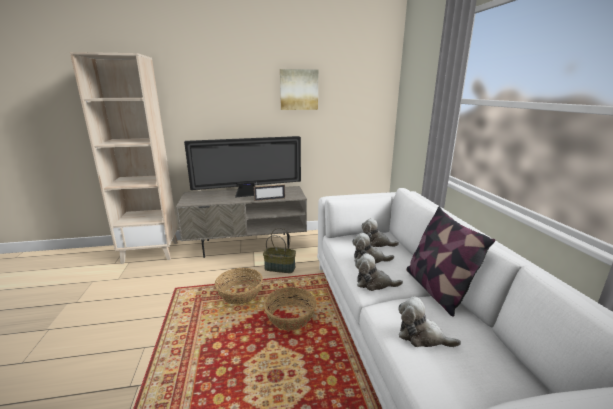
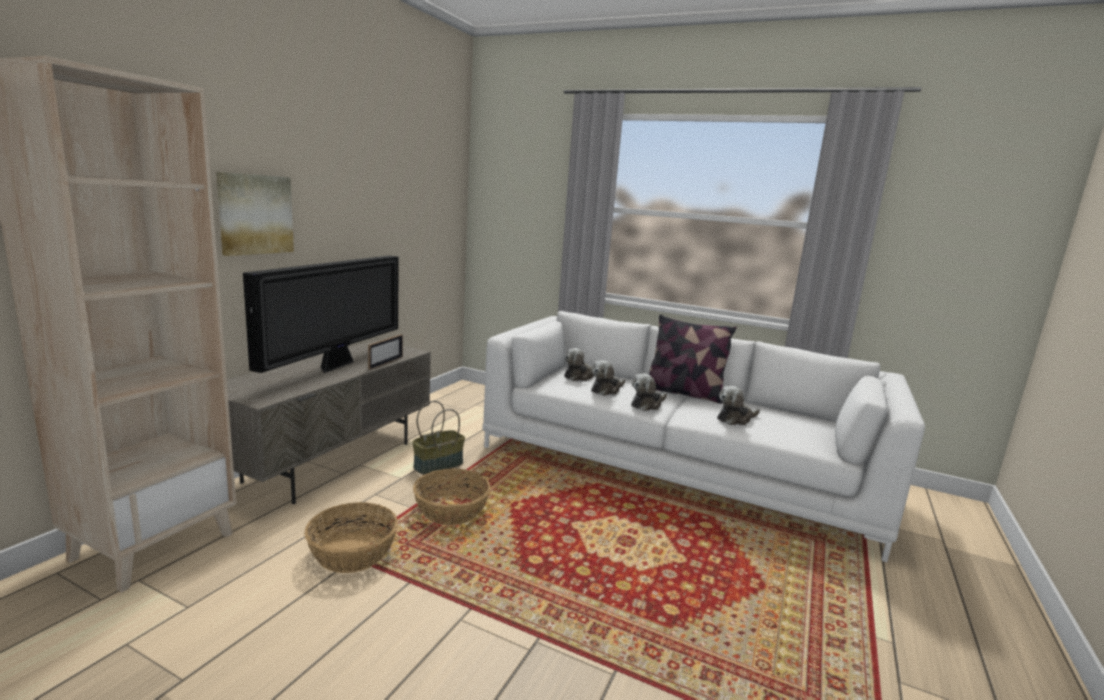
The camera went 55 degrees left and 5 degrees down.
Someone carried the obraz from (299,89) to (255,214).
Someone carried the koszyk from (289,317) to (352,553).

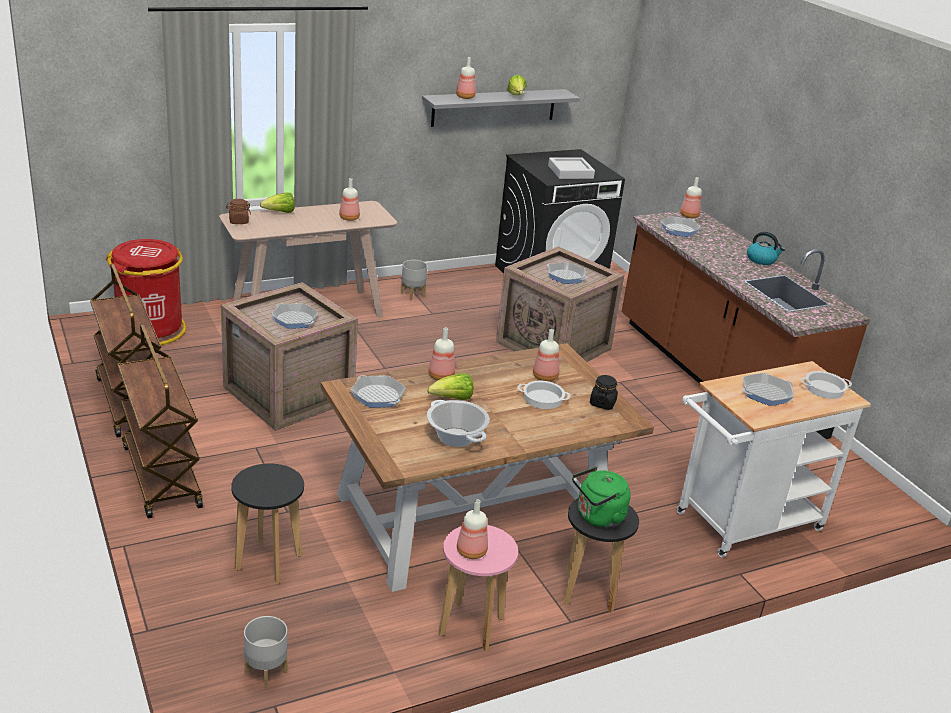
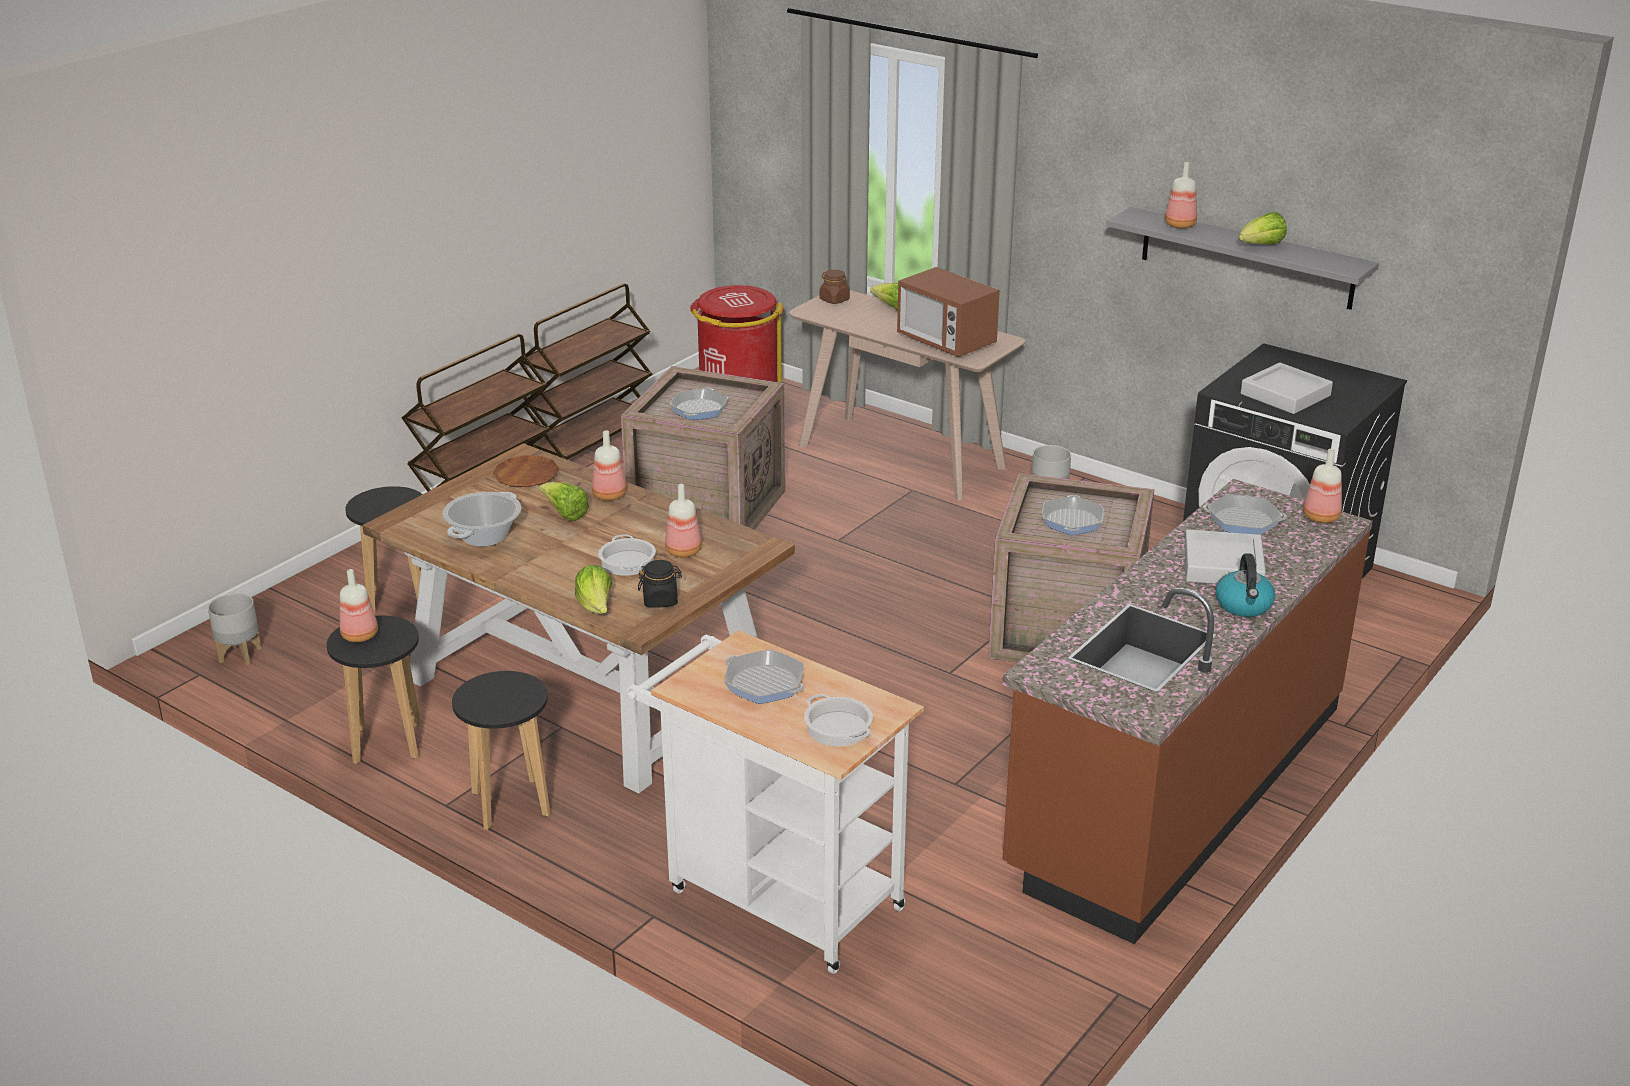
The camera went 65 degrees right and 0 degrees up.
Someone repainted the stołek (różowy) at (471,627), which became the stołek (czarny) at (387,743).
Someone swapped the patelnia at (378,396) for the talerz (brązowy) at (526,476).
Someone put down the sałata at (596,607).
Someone swapped the butelka at (349,218) for the mikrofalówka at (946,342).
Someone put down the taca (szary) at (1223,566).
Someone took away the czajnik (zielony) at (597,517).

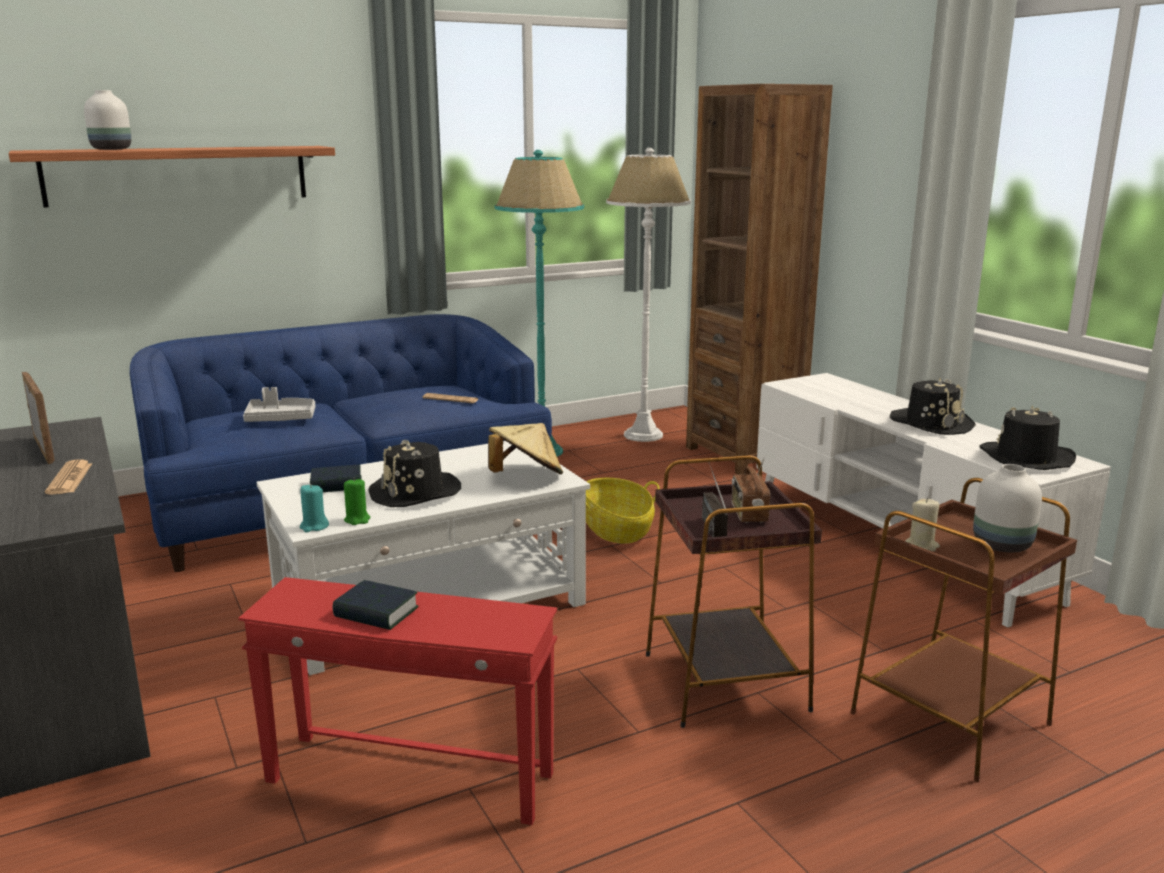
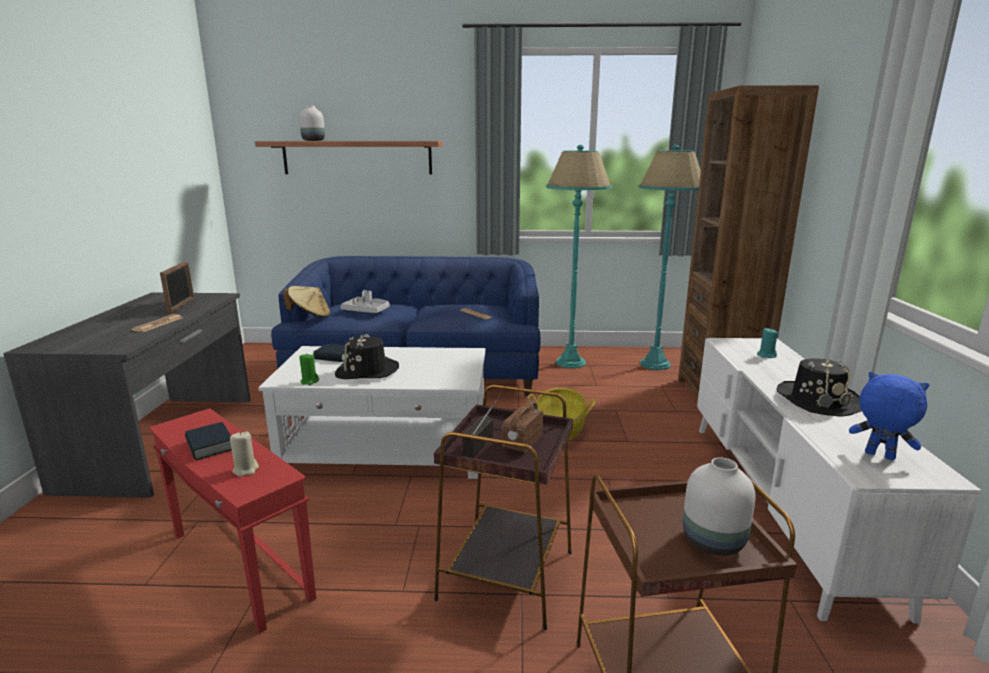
The camera went 30 degrees right and 0 degrees up.
Someone carried the świeca (beżowy) from (922,545) to (246,469).
Someone carried the kapelusz (beżowy) from (525,476) to (310,316).
Someone repainted the lampa stojąca (biały) at (643,435), which became the lampa stojąca (turkusowy) at (655,364).
Someone carried the świeca (turkusowy) from (314,527) to (766,355).
Someone swapped the kapelusz (czarny) at (1025,458) for the pluszak (niebieski) at (878,456).

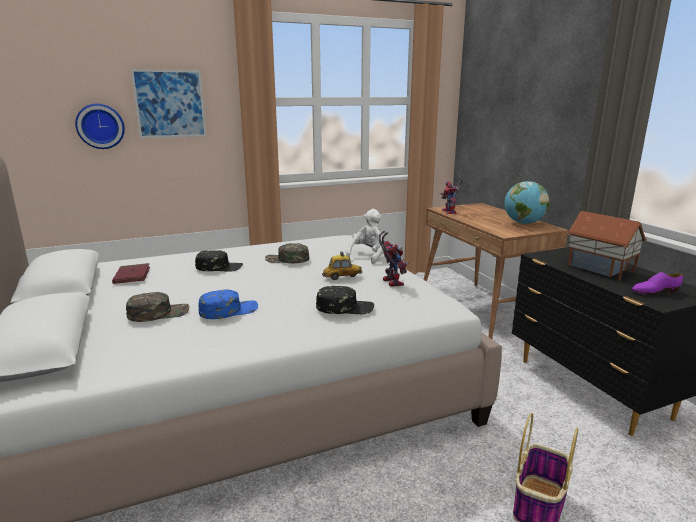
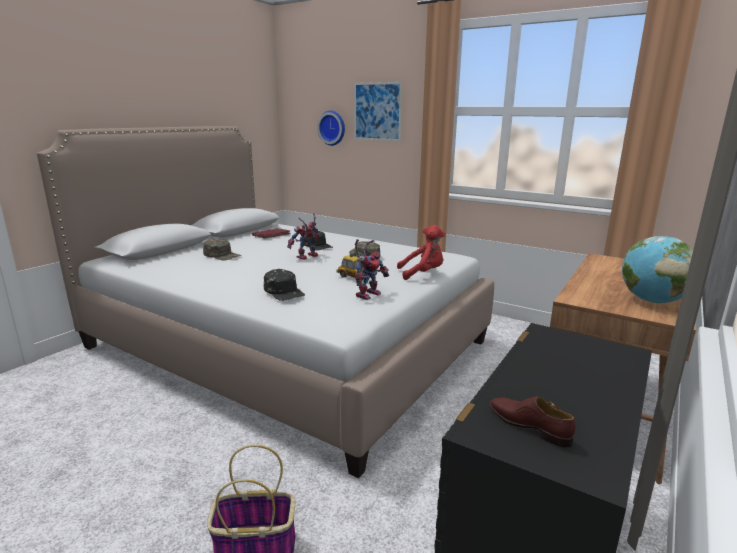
The camera went 55 degrees right and 0 degrees up.
Someone carried the robot zabawkowy from (451,212) to (306,257).
Someone repainted the pluszak (biały) at (368,256), which became the pluszak (czerwony) at (422,274).
Someone repainted the but (fioletowy) at (654,292), which became the but (brązowy) at (528,426).
Someone took away the czapka z daszkiem (niebieski) at (228,310).
Someone took away the domek at (599,269).

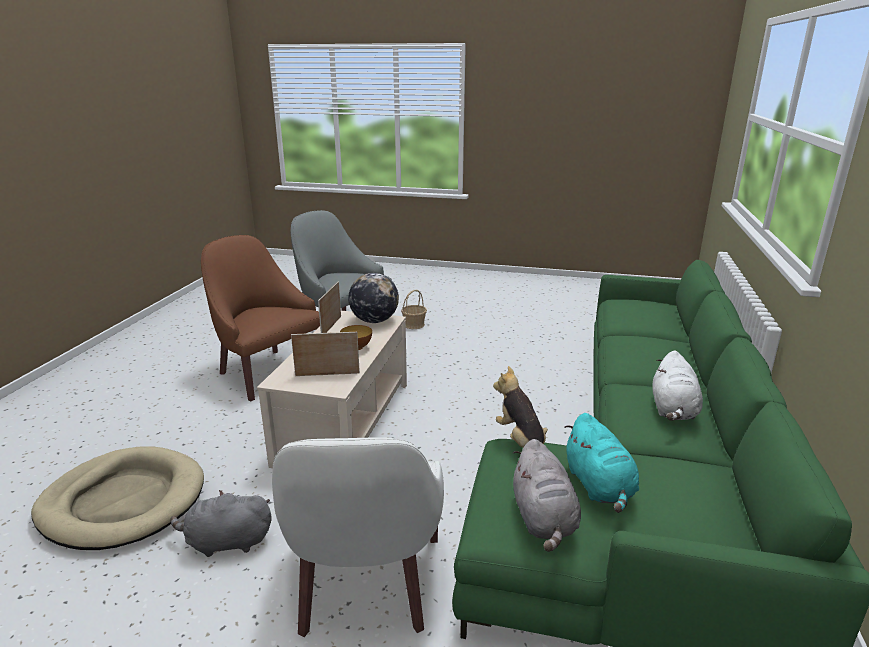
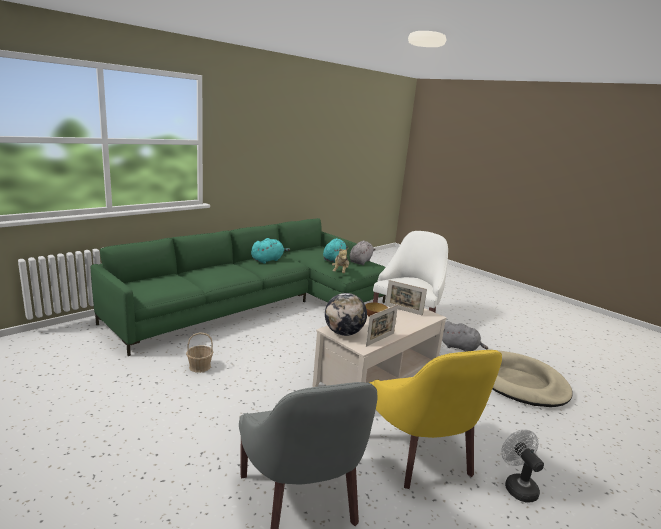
The camera went 150 degrees left and 5 degrees down.
Someone carried the koszyk from (414,325) to (199,366).
Someone repainted the pluszak (biały) at (673,410), which became the pluszak (turkusowy) at (268,260).
Someone repainted the fotel (brązowy) at (268,371), which became the fotel (żółty) at (421,455).
Someone put down the wentylator (biały) at (517,486).

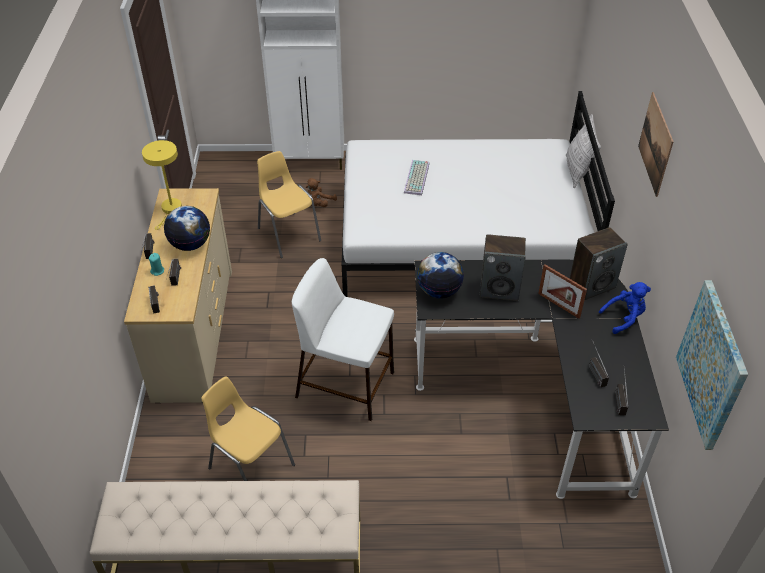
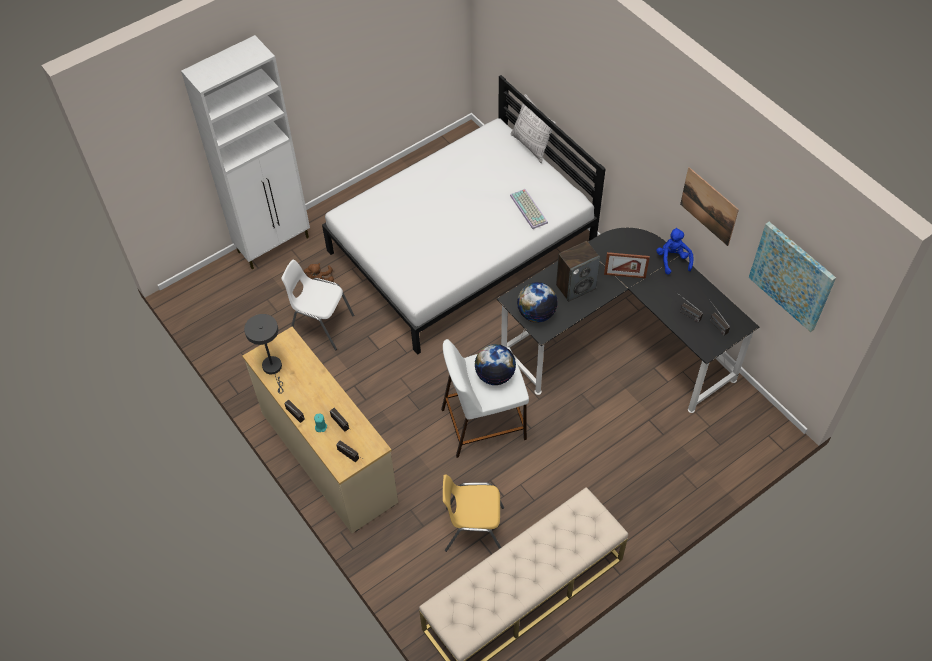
The camera went 35 degrees left and 10 degrees up.
Someone repainted the lampa stołowa (żółty) at (170,210), which became the lampa stołowa (szary) at (273,369).
Someone repainted the krzesło (żółty) at (288,234), which became the krzesło (biały) at (321,325).
Someone carried the globus from (190,244) to (495,375).
Someone carried the klawiatura from (417,178) to (529,209).
Someone rotated the pluszak (niebieski) at (624,318) by 45 degrees counterclockwise.
Someone carried the obraz from (655,144) to (709,206).
Someone took away the głośnik at (592,285).

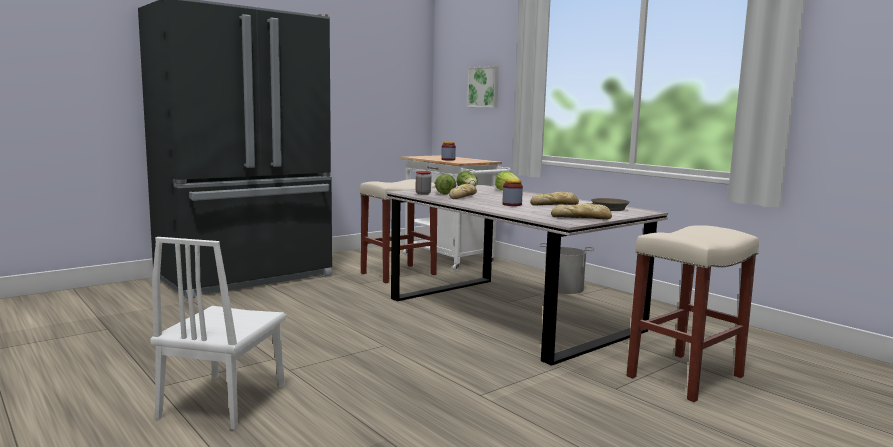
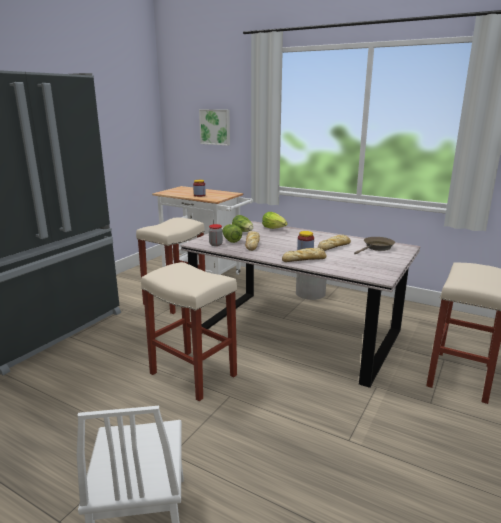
The camera went 20 degrees left and 10 degrees up.
Someone put down the stołek (beżowy) at (192,374).
Someone carried the chleb from (582,218) to (305,259).

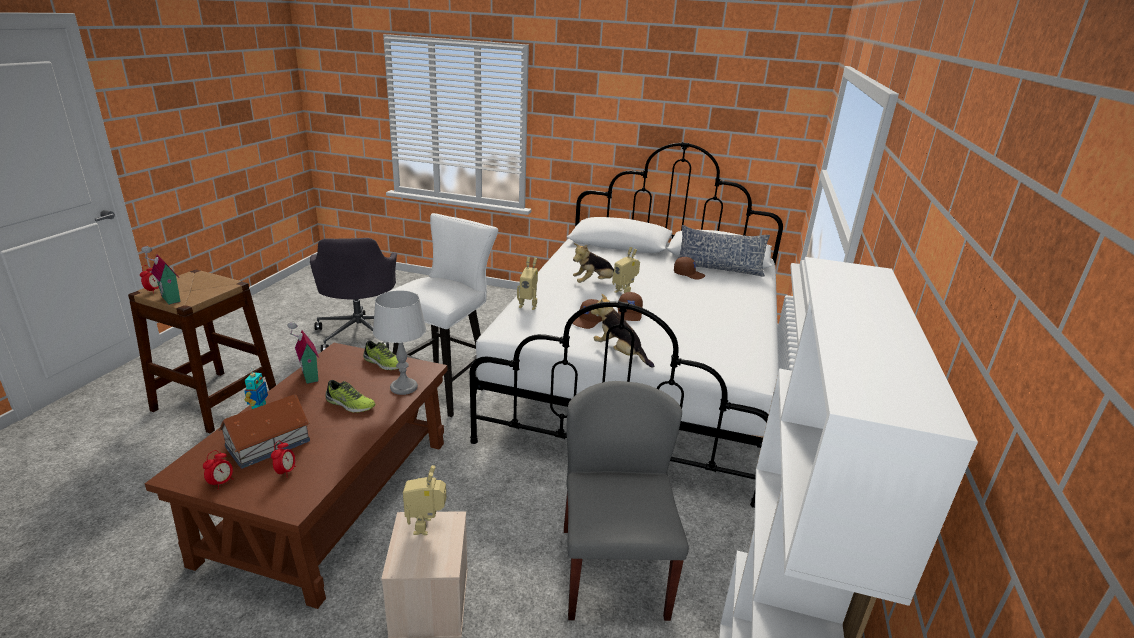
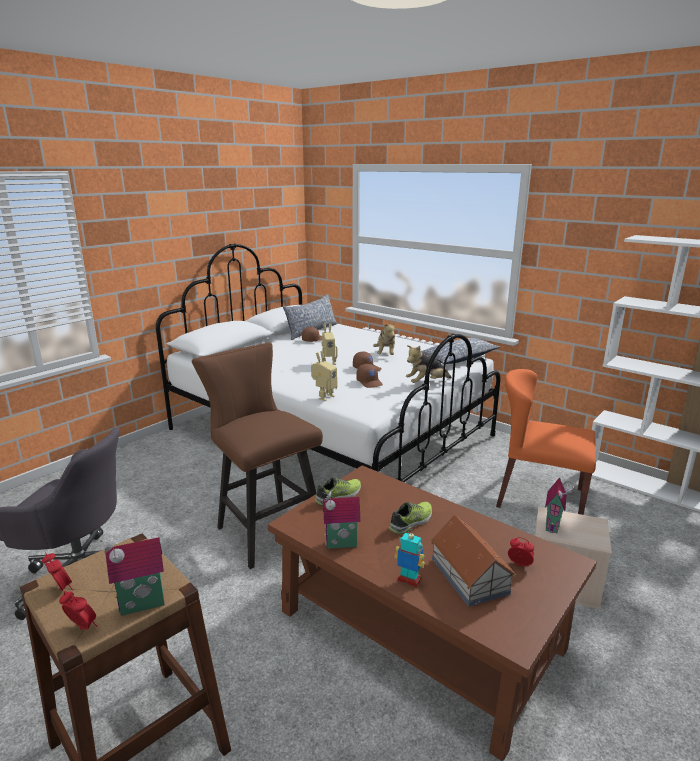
The camera went 65 degrees left and 5 degrees down.
Someone carried the budzik from (221,483) to (61,588).
Someone repainted the stołek (biały) at (445,385), which became the stołek (brązowy) at (265,528).
Someone carried the pluszak from (594,283) to (385,354).
Someone put down the poduszka at (457,359).
Someone repainted the krzesło (szary) at (613,570), which became the krzesło (pomarańczowy) at (539,497).
Someone swapped the robot zabawkowy at (427,526) for the domek at (554,525).
Someone took away the lampa stołowa (szary) at (404,387).

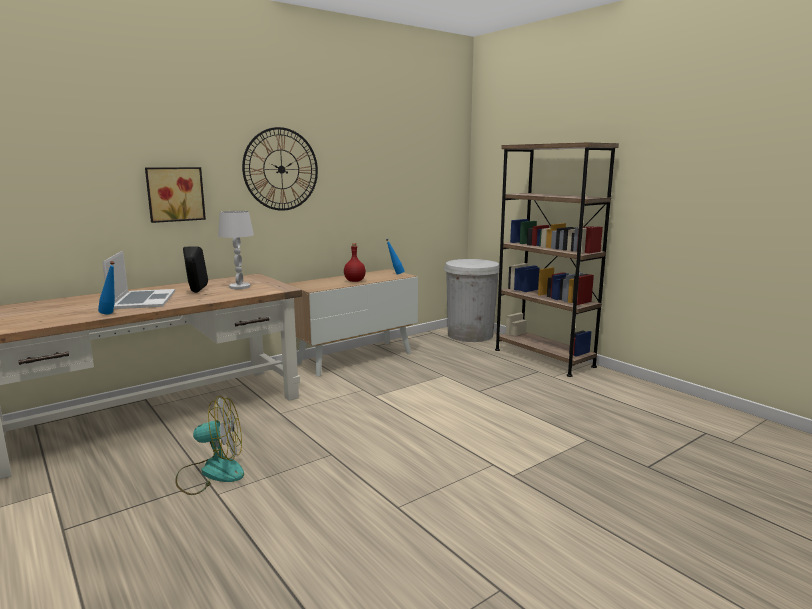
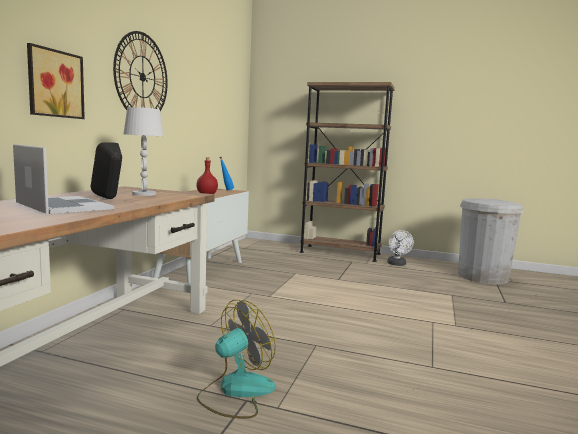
The camera went 35 degrees left and 5 degrees down.
Someone put down the wentylator (biały) at (397,264).
Someone carried the kosz na śmieci (biały) from (470,335) to (482,277).
Someone took away the butelka (niebieski) at (111,314).

